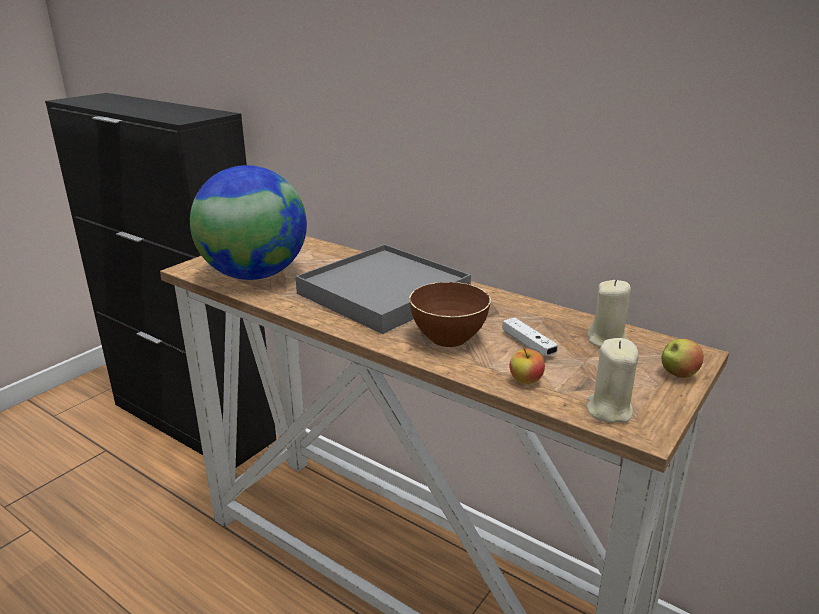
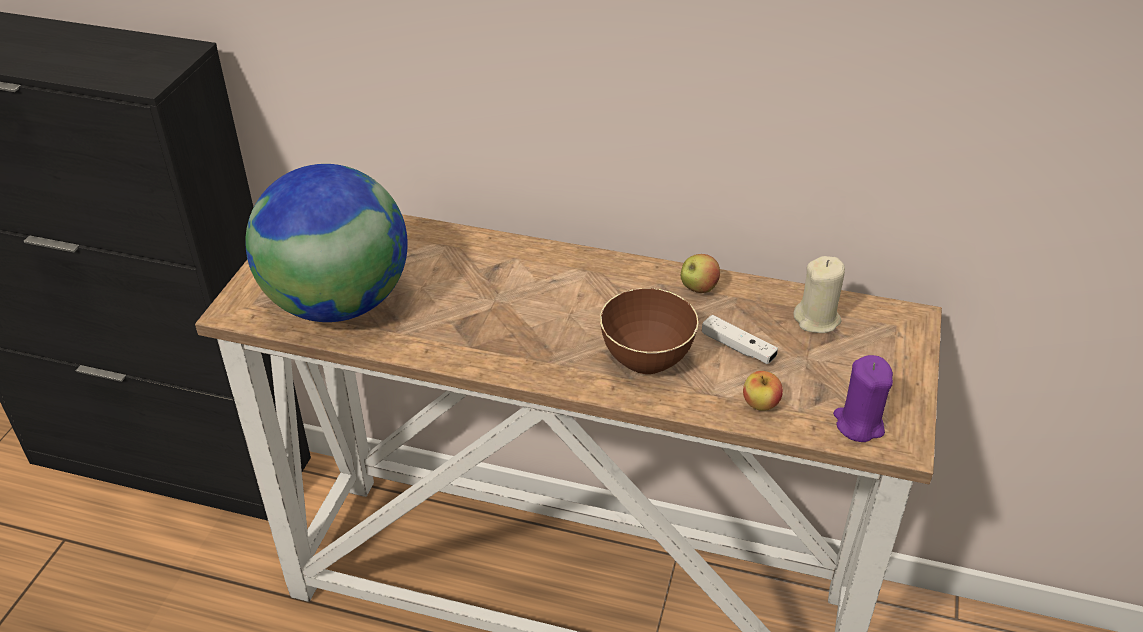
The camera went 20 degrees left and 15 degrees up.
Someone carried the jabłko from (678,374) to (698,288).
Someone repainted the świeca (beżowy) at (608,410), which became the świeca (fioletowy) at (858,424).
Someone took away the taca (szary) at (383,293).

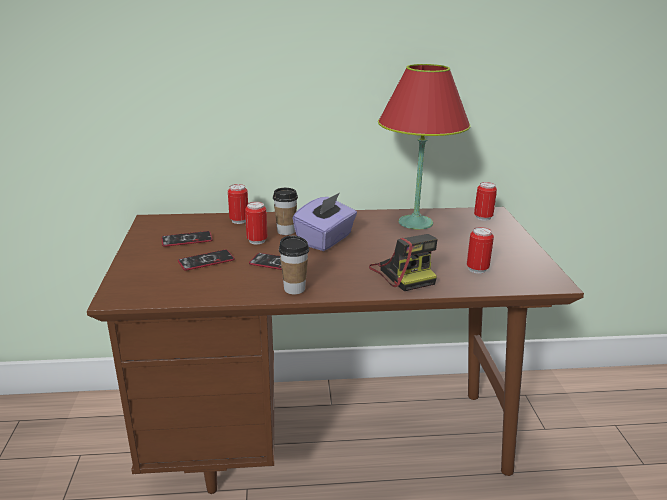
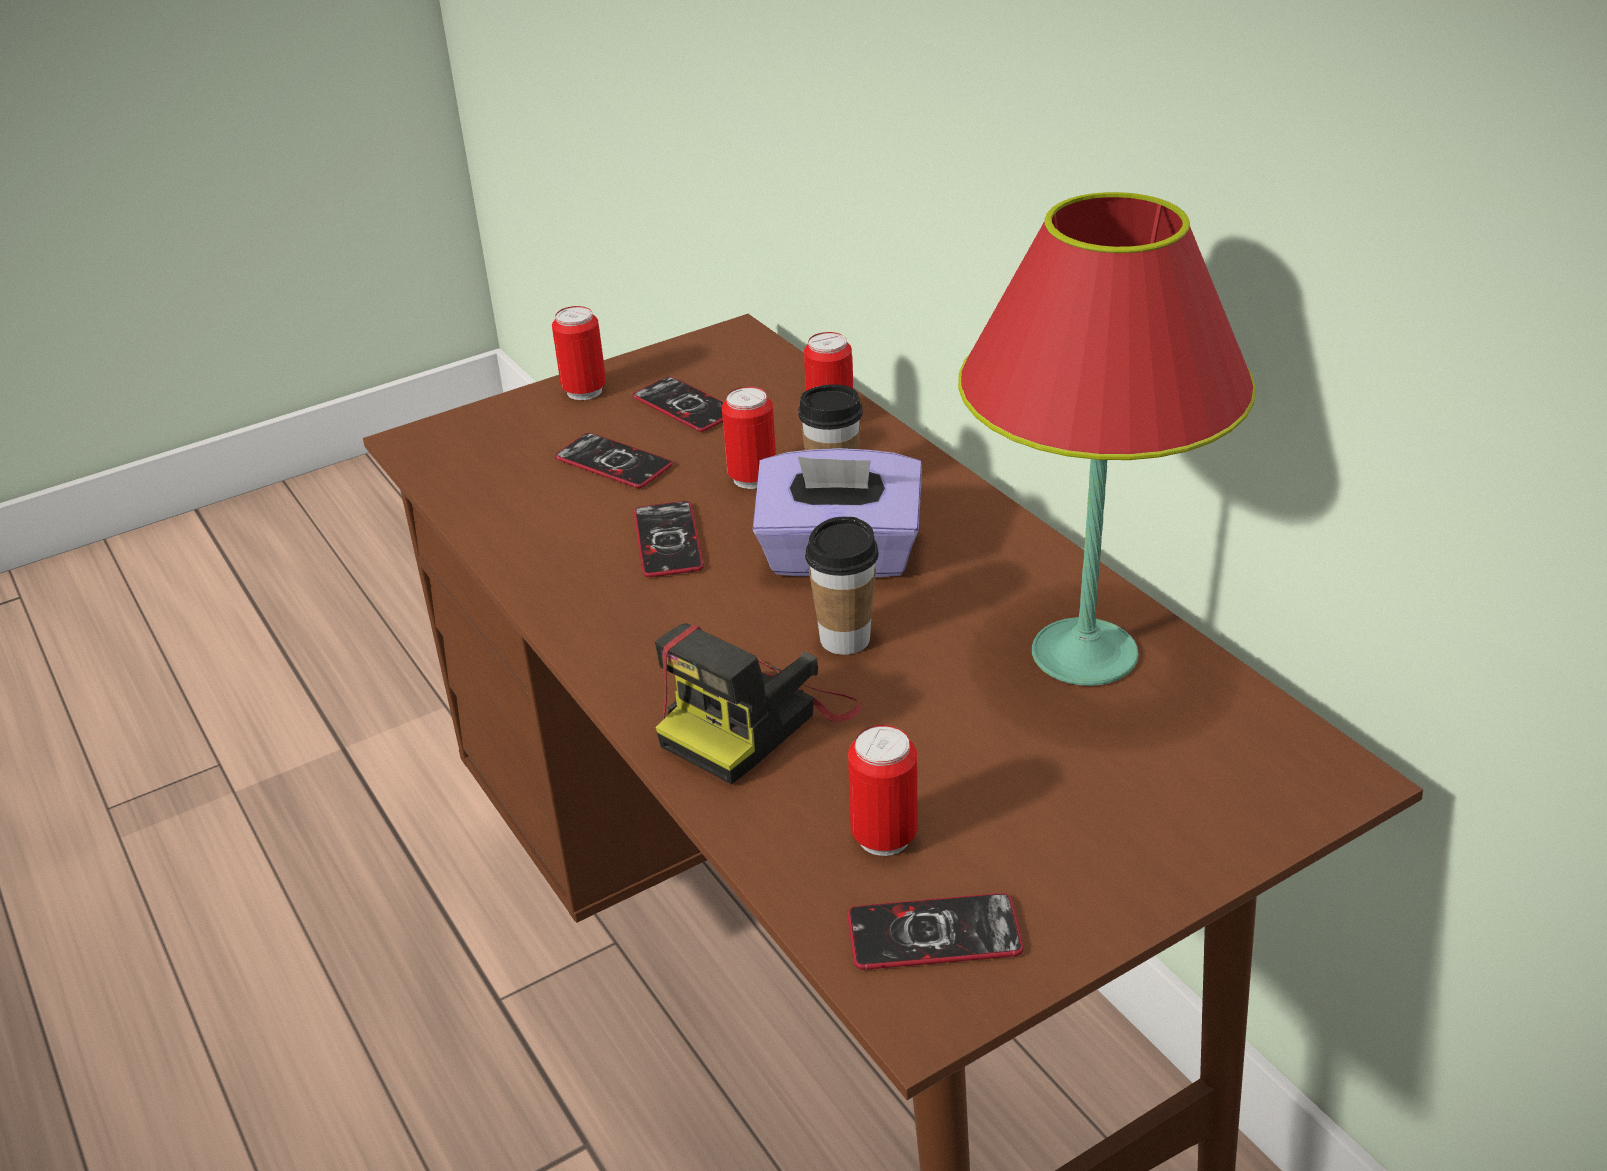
The camera went 65 degrees right and 10 degrees up.
Someone carried the puszka from (483,217) to (584,391).
Someone carried the filiżanka from (294,289) to (845,639).
Someone put down the telefon at (934,934).

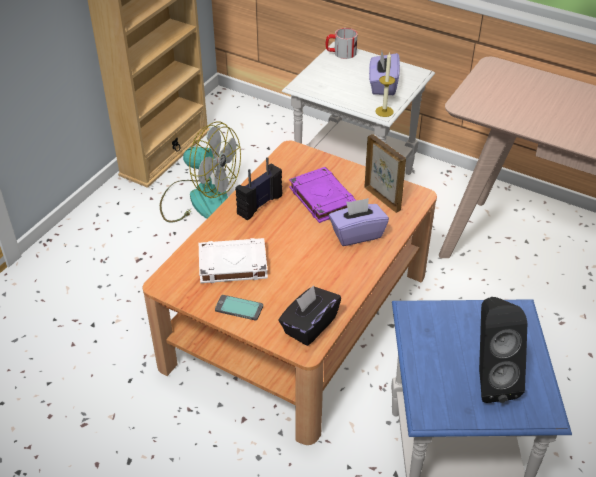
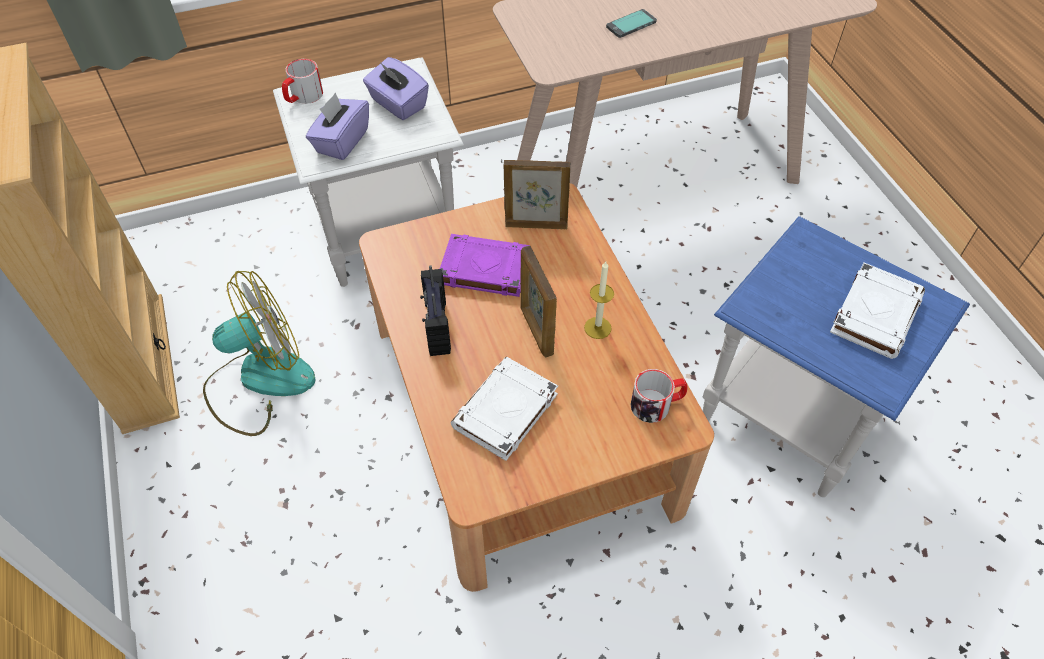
The camera went 50 degrees left and 10 degrees up.
Someone carried the pudełko chusteczek (fioletowy) from (357,234) to (341,141).
Someone put down the ramka na zdjęcie at (536,331).
Someone carried the świeca from (384,111) to (597,328).
Someone carried the telefon from (239,308) to (631,24).
Someone swapped the pudełko chusteczek (czarny) at (309,326) for the kubek at (657,404).
Someone swapped the głośnik (czarny) at (489,379) for the książka (biały) at (875,314).

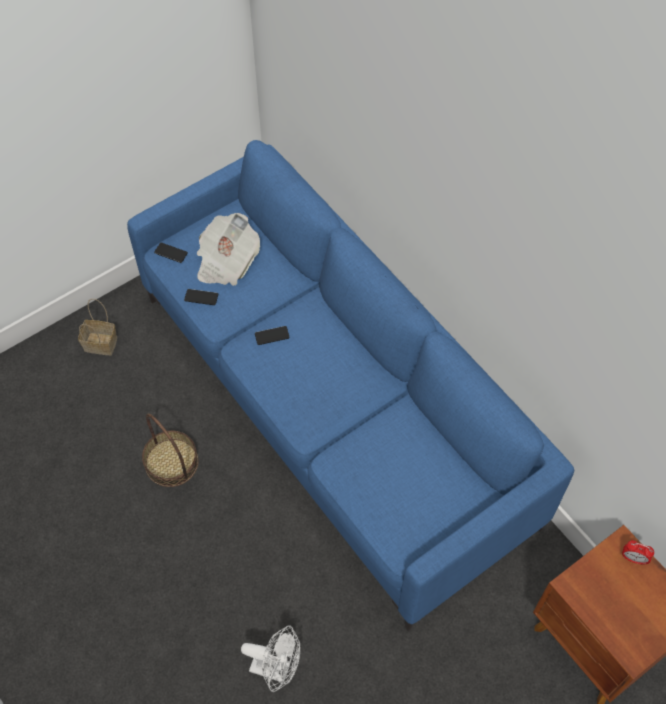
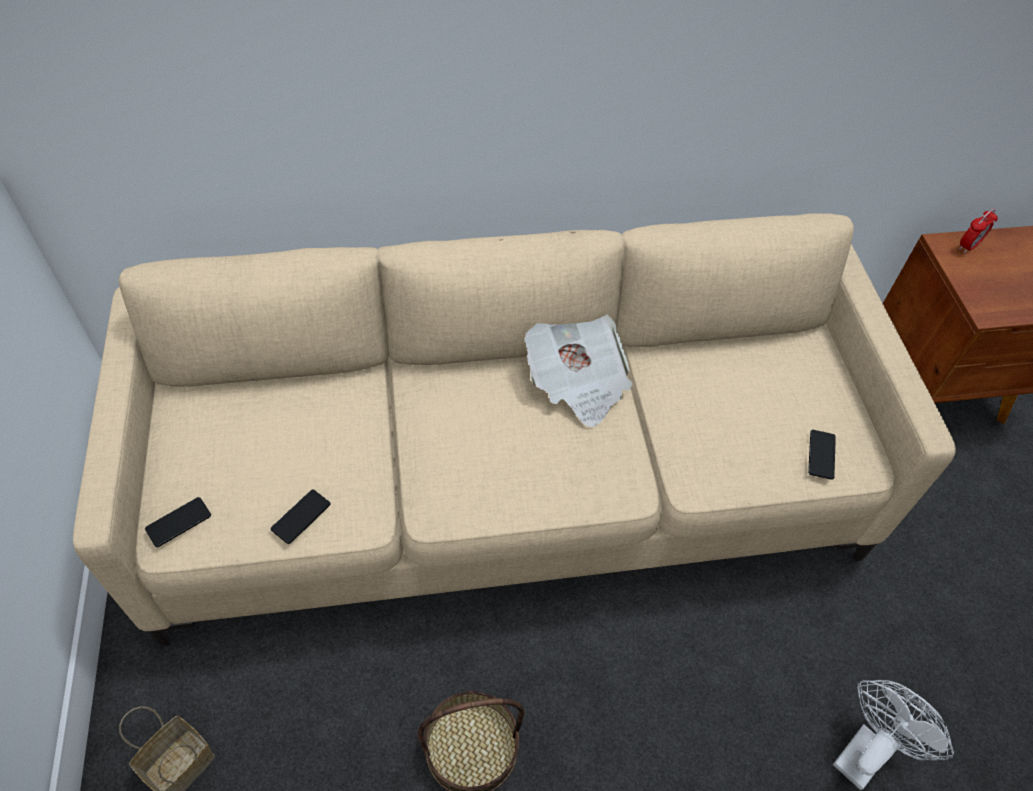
The camera went 65 degrees left and 5 degrees down.
Someone repainted the kanapa (niebieski) at (333,408), which became the kanapa (beżowy) at (510,489).
Someone carried the gazeta from (226,262) to (576,381).
Someone carried the telefon from (272,335) to (821,455).

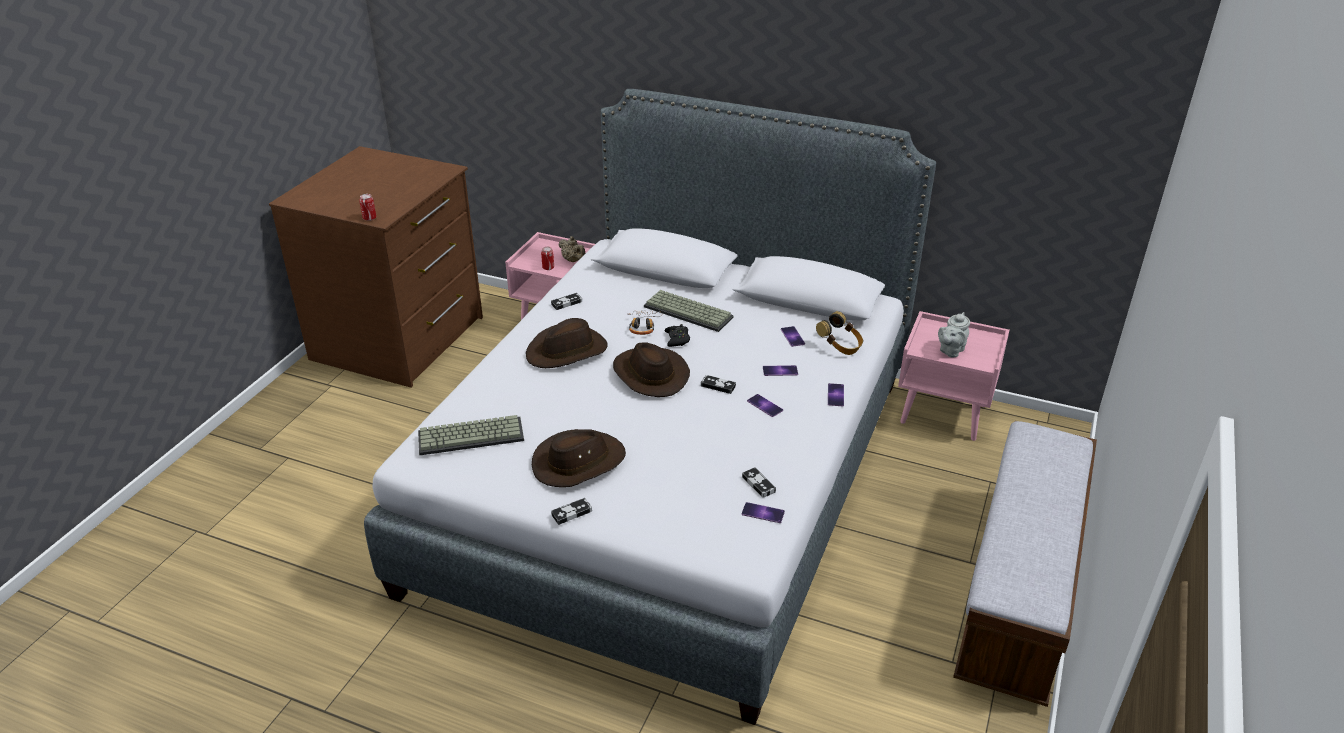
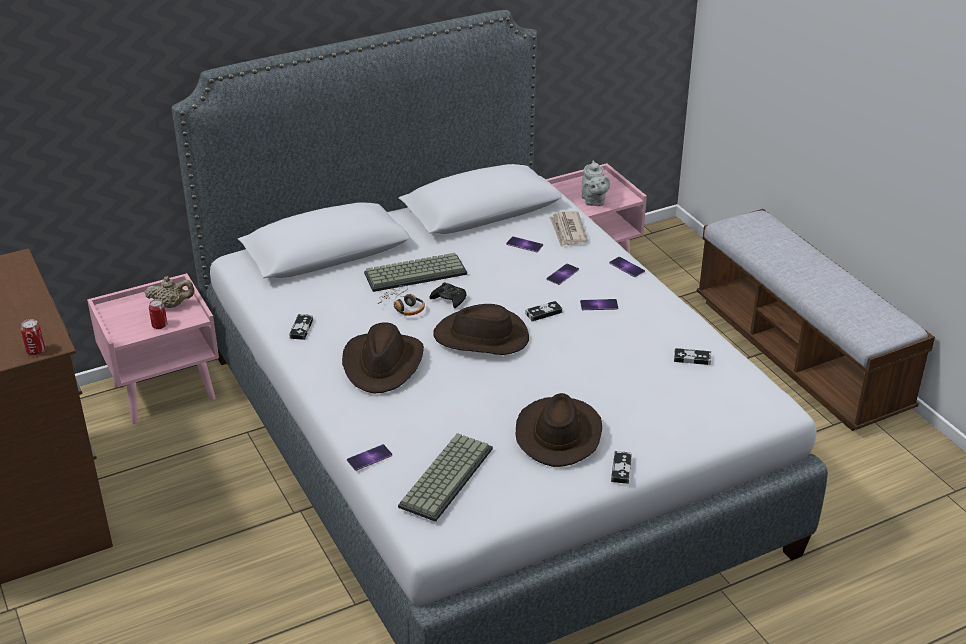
The camera went 50 degrees left and 0 degrees up.
Someone carried the telefon from (763,513) to (369,457).
Someone swapped the słuchawki at (840,346) for the gazeta at (568,231).

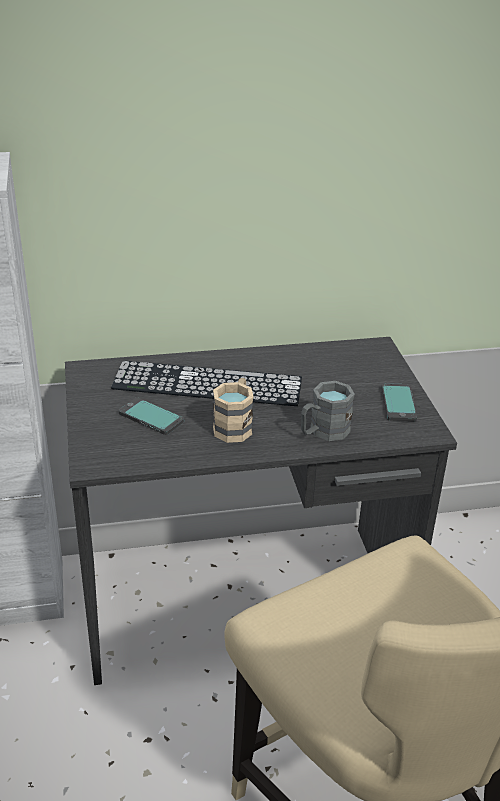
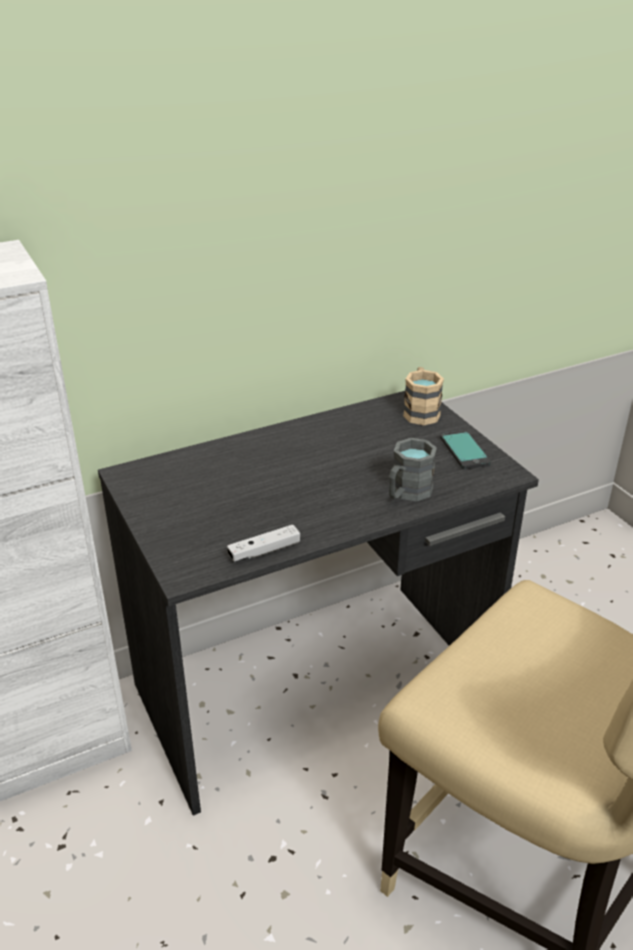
The camera went 15 degrees left and 0 degrees up.
Someone put down the pad do gier (biały) at (264,551).
Someone carried the kubek (beżowy) from (235,425) to (420,411).
Someone took away the klawiatura at (207,384).
Someone took away the telefon at (151,417).

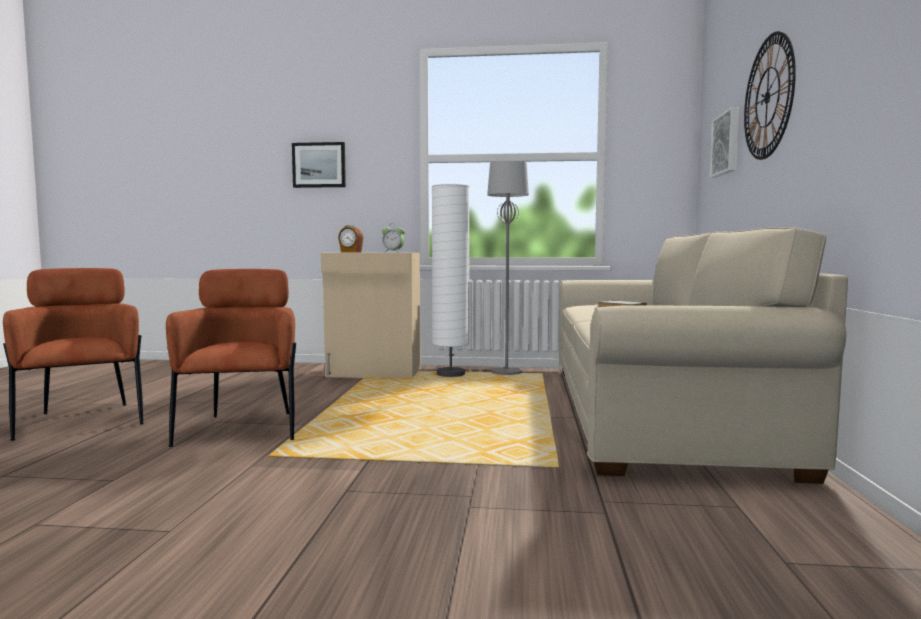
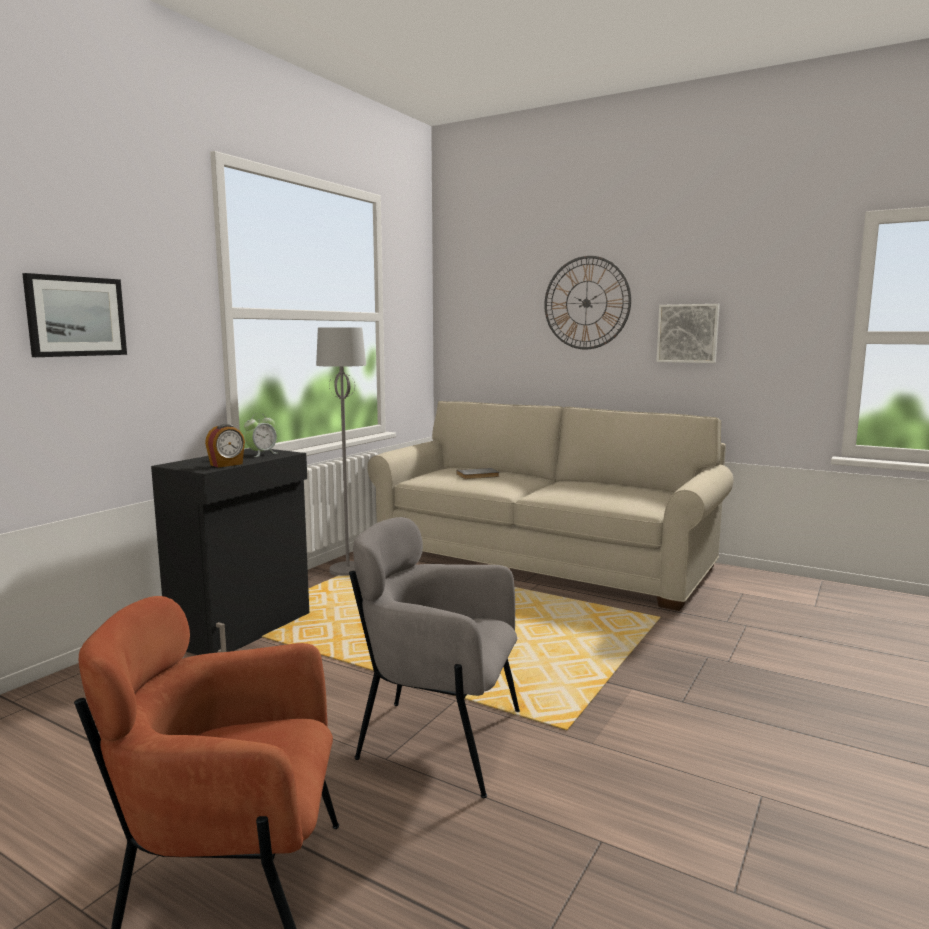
The camera went 65 degrees left and 5 degrees up.
Someone repainted the szafka (beżowy) at (374,373), which became the szafka (czarny) at (243,628).
Someone repainted the fotel (brązowy) at (243,428), which became the fotel (szary) at (439,740).
Someone carried the obraz from (727,144) to (688,333).
Someone took away the lampa stojąca (biały) at (450,375).

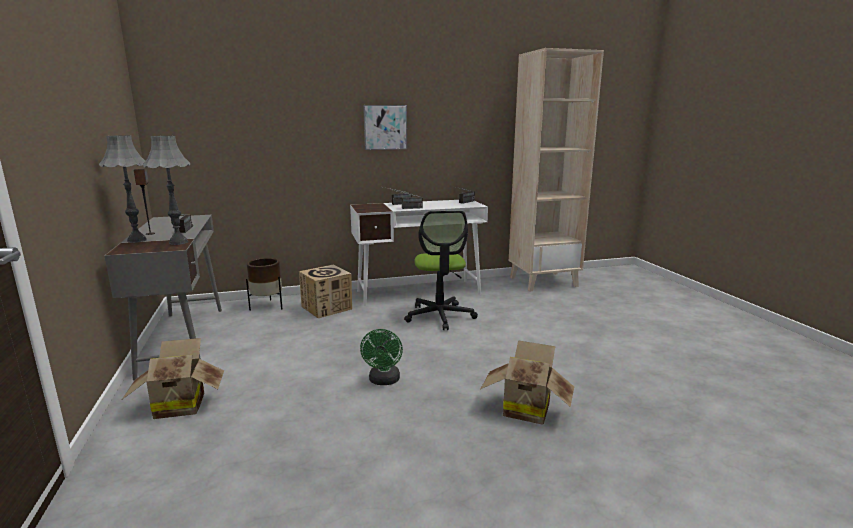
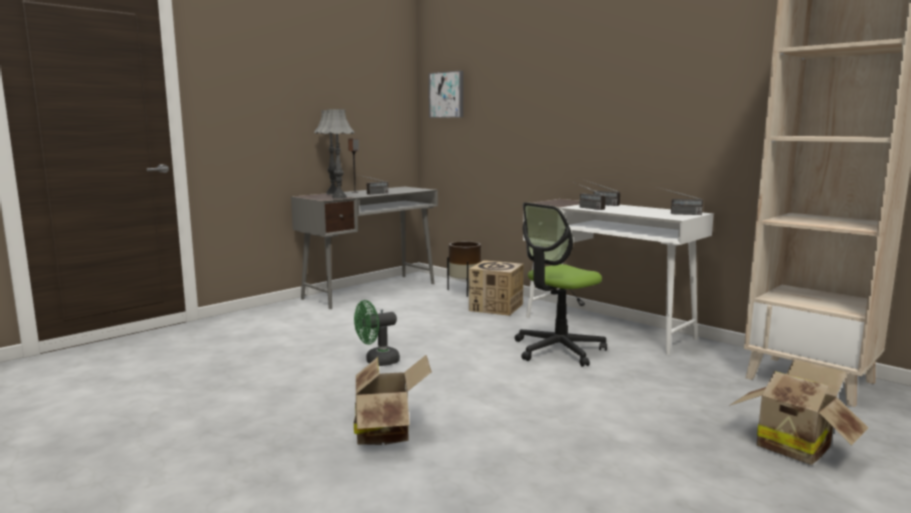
The camera went 60 degrees right and 5 degrees down.
Someone carried the obraz from (385,127) to (447,95).
Someone carried the karton from (179,405) to (793,446).

